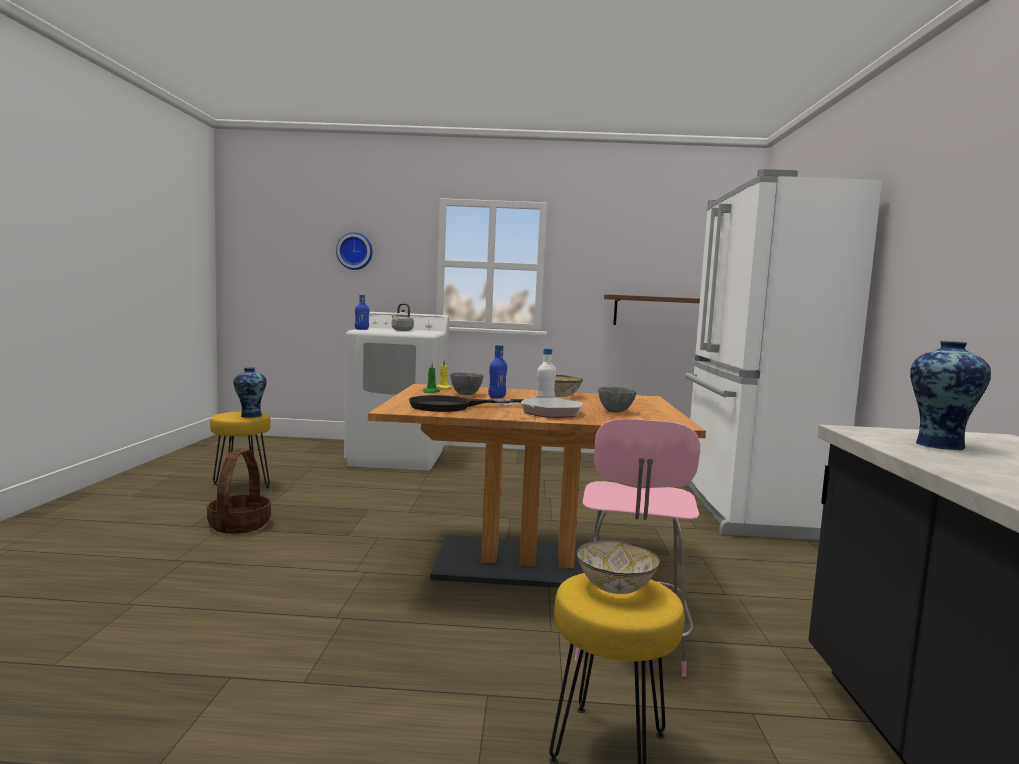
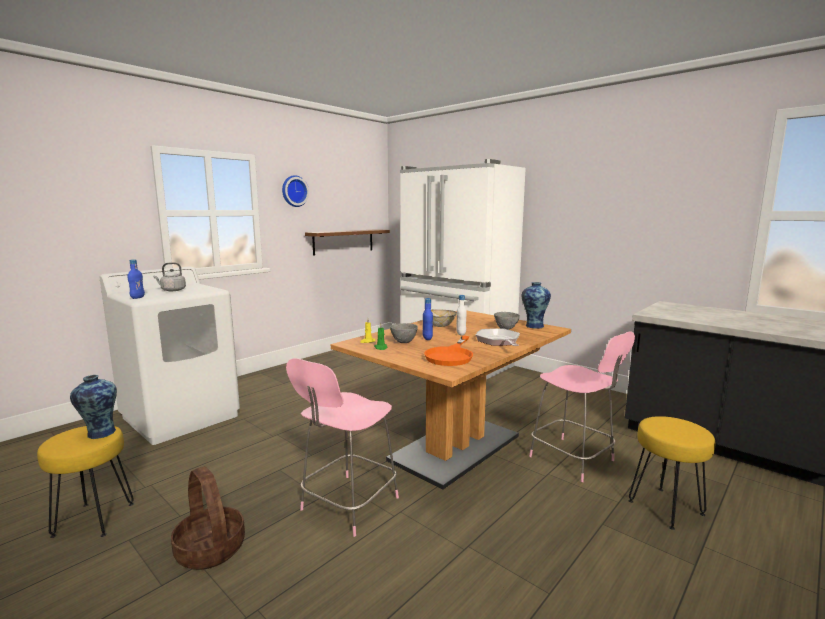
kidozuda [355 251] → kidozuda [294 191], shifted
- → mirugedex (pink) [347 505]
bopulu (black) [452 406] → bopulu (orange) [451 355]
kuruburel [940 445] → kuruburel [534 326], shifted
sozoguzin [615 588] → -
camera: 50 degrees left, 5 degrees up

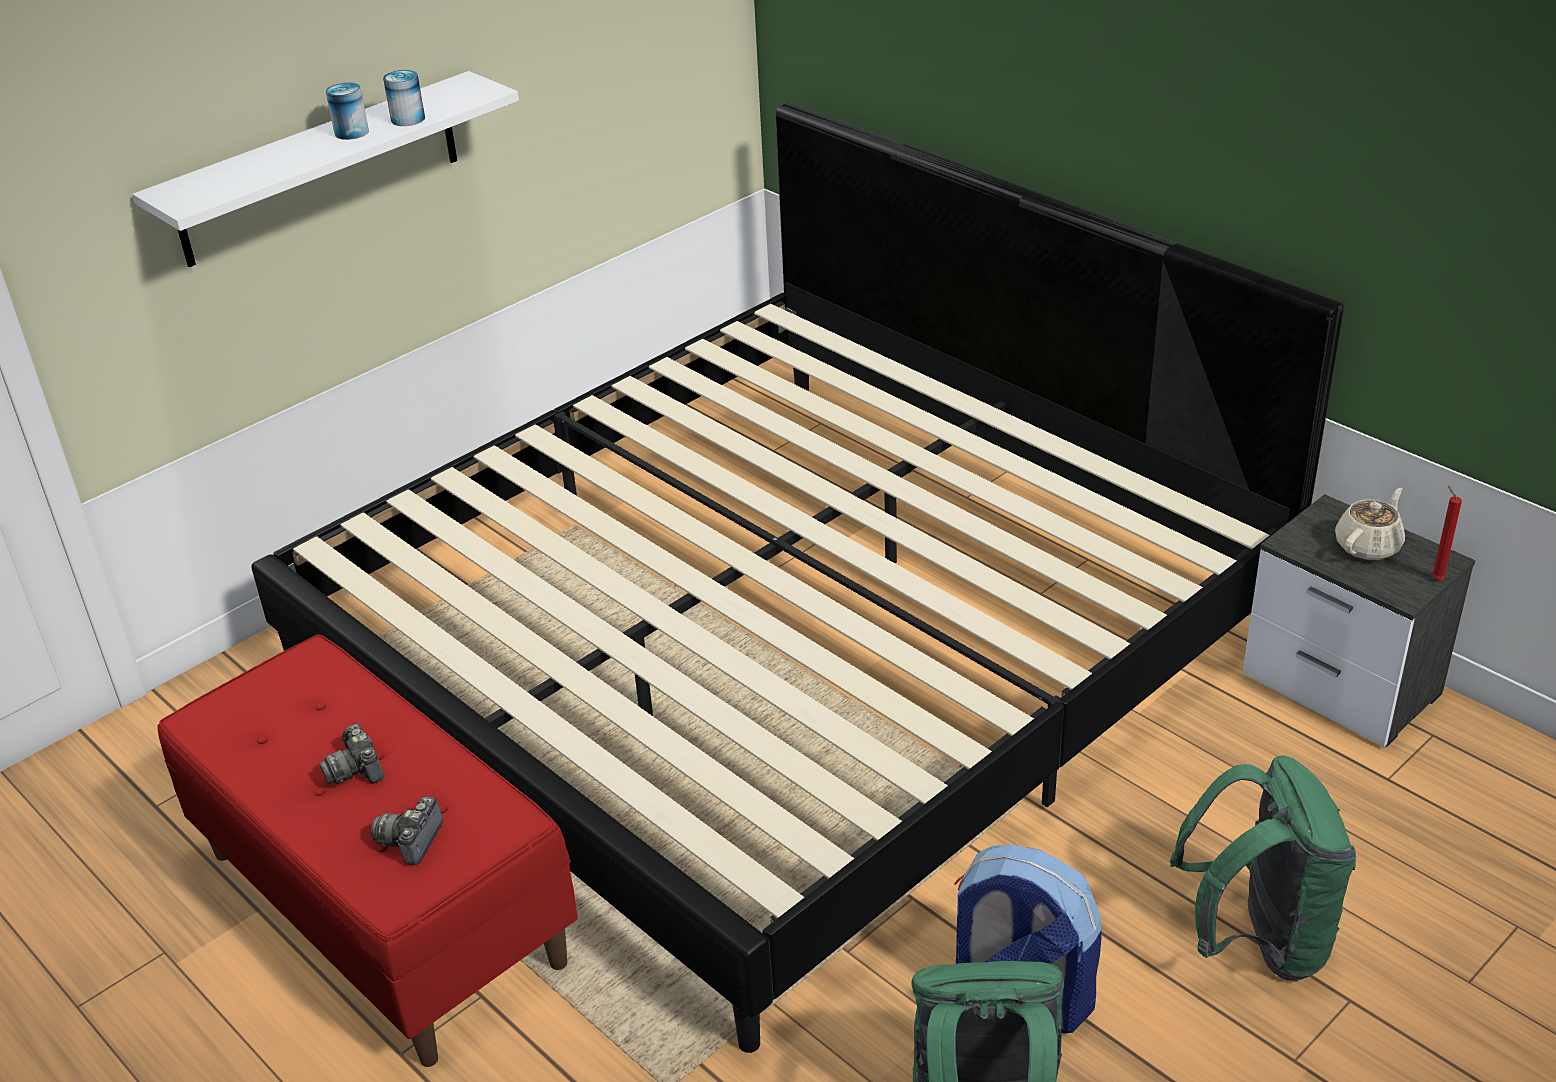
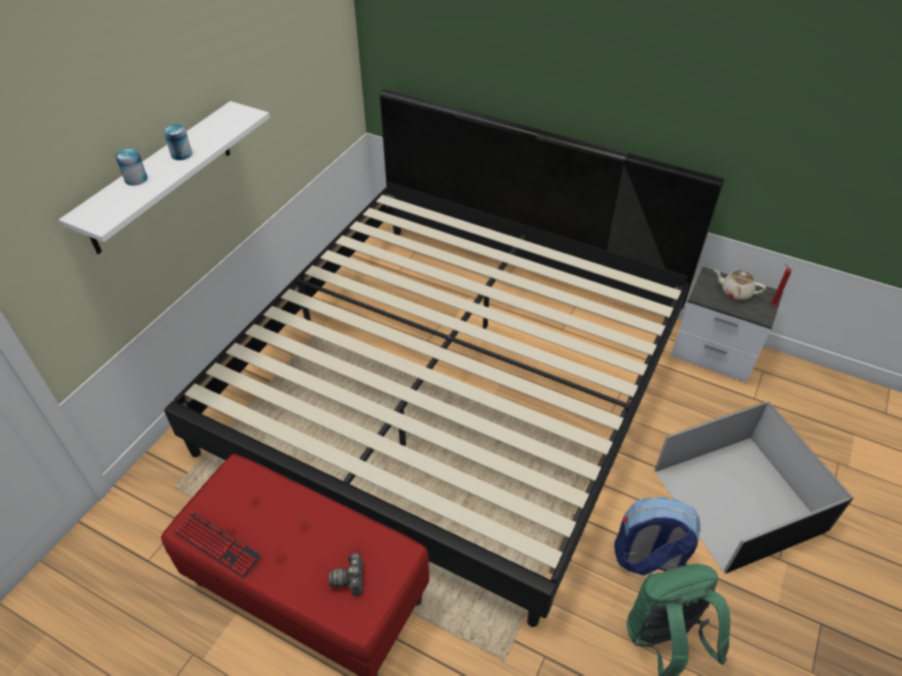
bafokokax [408 119] → bafokokax [136 179], shifted
- → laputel [218 545]
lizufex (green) [1257 940] → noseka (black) [737 498]
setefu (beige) [1368 546] → setefu (beige) [735 292], 90 degrees counterclockwise
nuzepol [356 769] → -
camera: 20 degrees left, 10 degrees up

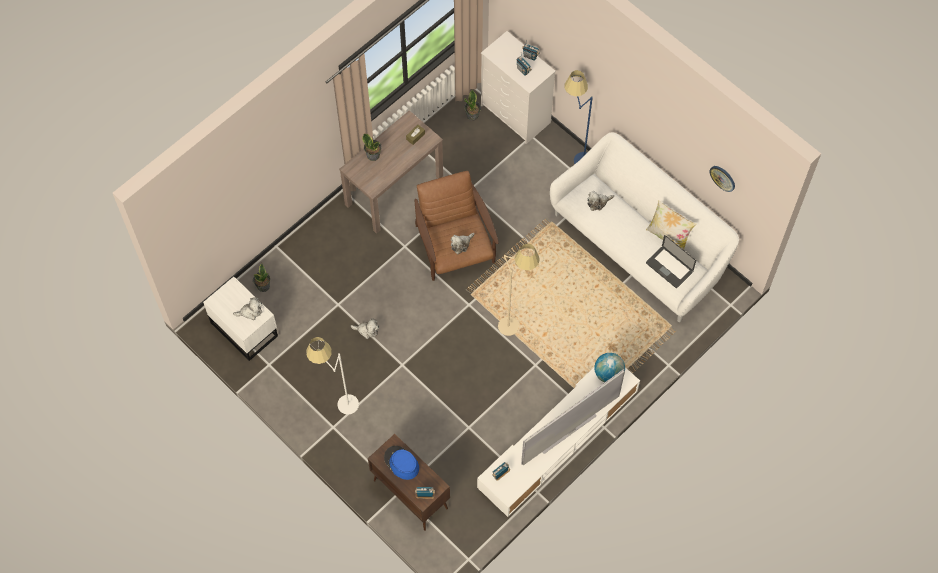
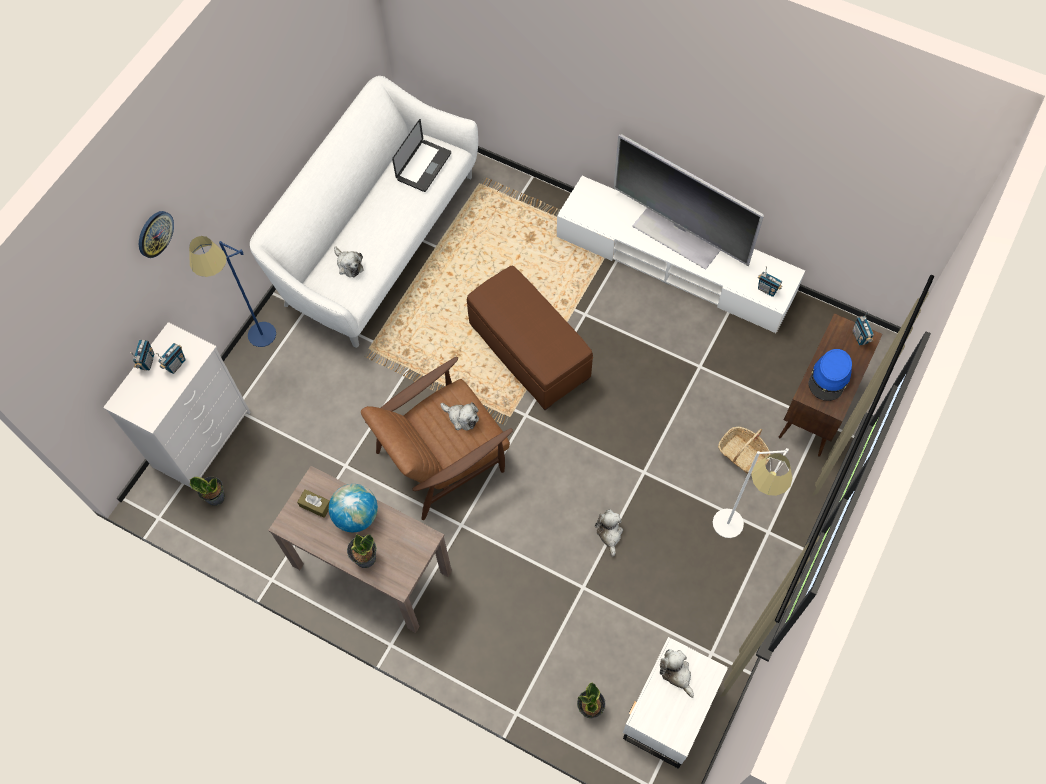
kidozuda [722 178] → kidozuda [155 233], shifted
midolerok [608 373] → midolerok [356 516], shifted
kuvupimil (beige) [515 320] → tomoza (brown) [530 352]
- → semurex [742 454]
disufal [668 237] → -
camera: 105 degrees left, 0 degrees up

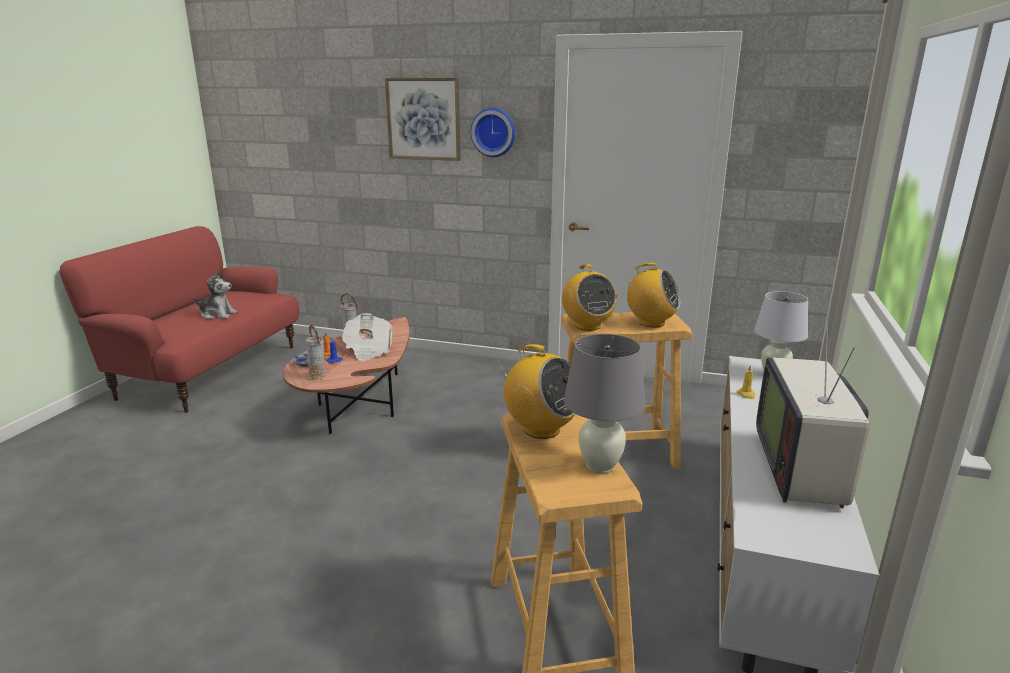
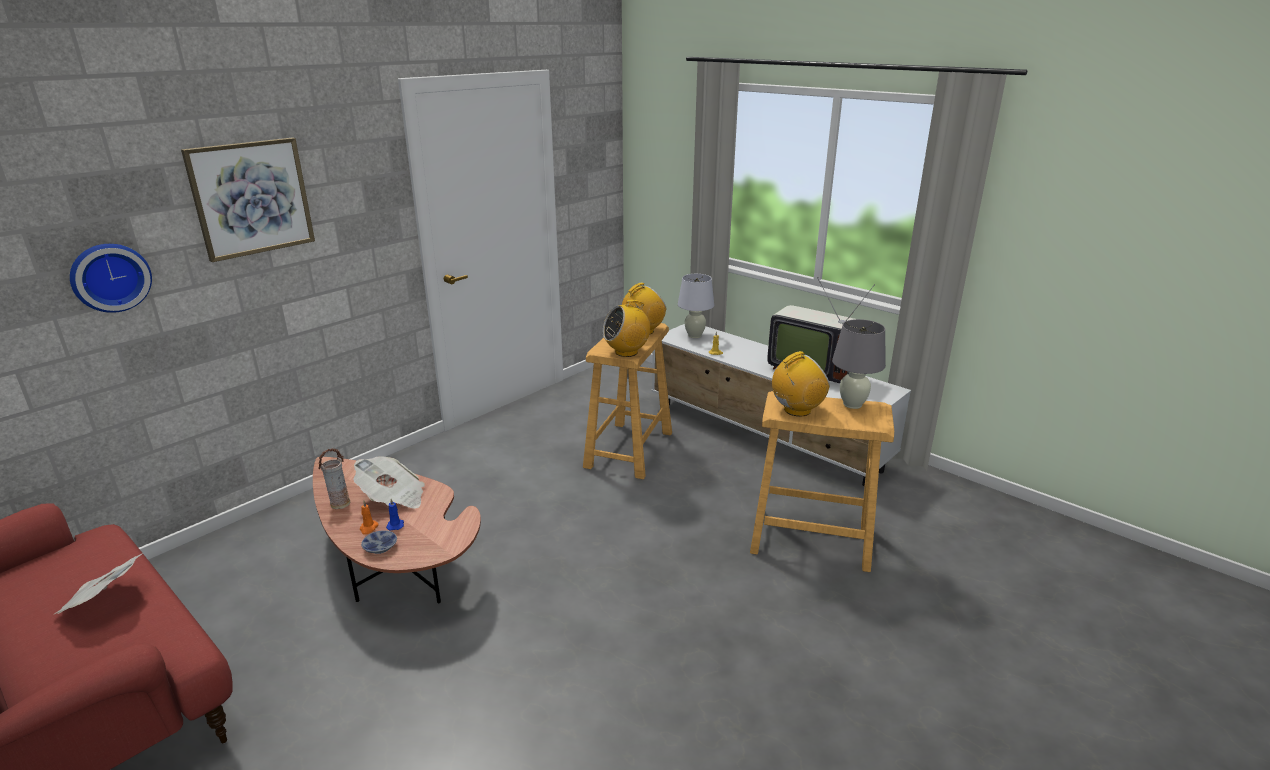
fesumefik [217 314] → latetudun [105 601]
kidozuda [494 132] → kidozuda [110 277], shifted
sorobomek [587 326] → sorobomek [626 352], 150 degrees clockwise
kuruburel [318 377] → -
camera: 65 degrees left, 5 degrees up

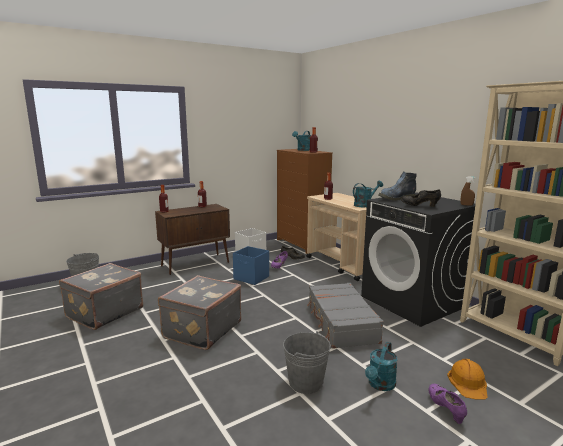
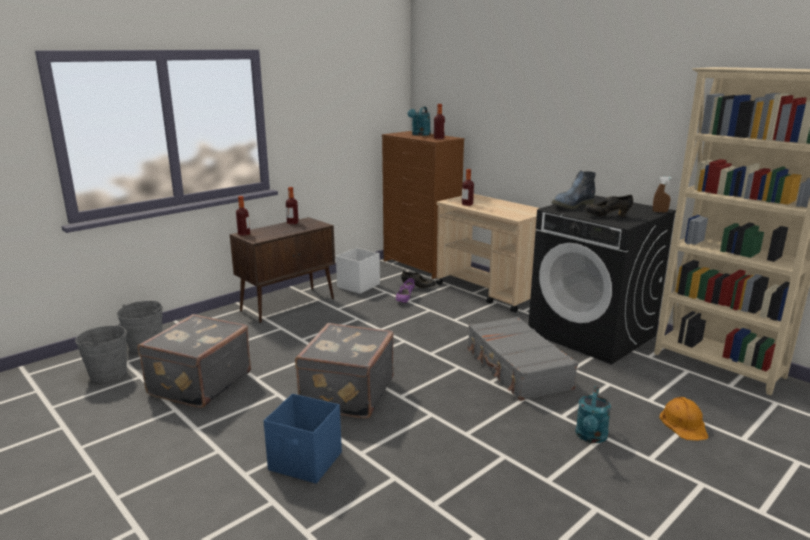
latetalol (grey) [306 382] → latetalol (grey) [108 374], shifted
noseka (blue) [251 278] → noseka (blue) [306 462], shifted
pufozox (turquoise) [365 205] → -
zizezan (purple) [446 409] → -
camera: 10 degrees left, 5 degrees up

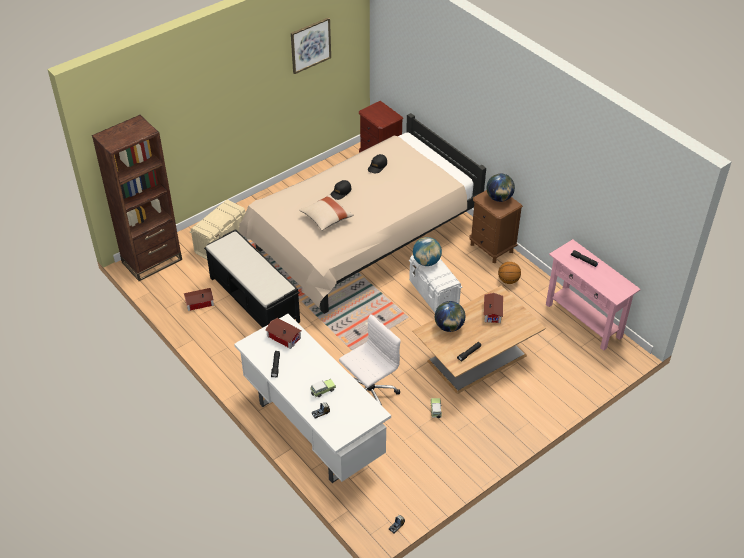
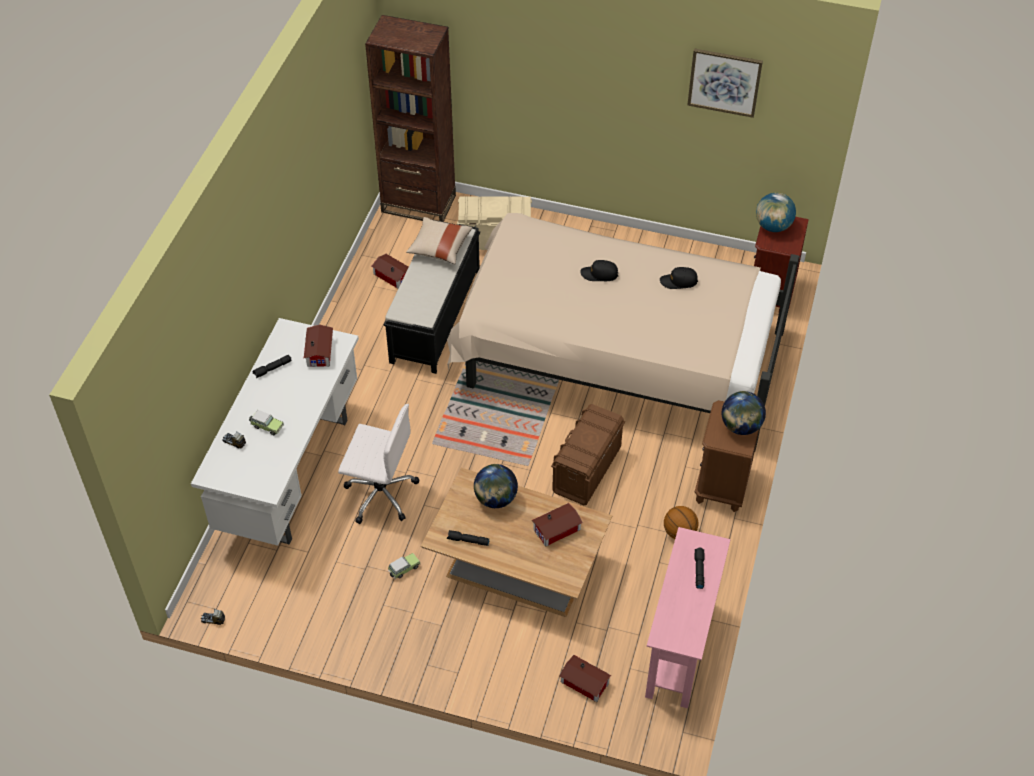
disufal (beige) [326 218] → disufal (beige) [439 248], shifted
noseka (white) [433 294] → noseka (brown) [586 470]
- → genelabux [585 684]
midolerok [426 262] → midolerok [773 226], shifted
camera: 55 degrees right, 5 degrees up

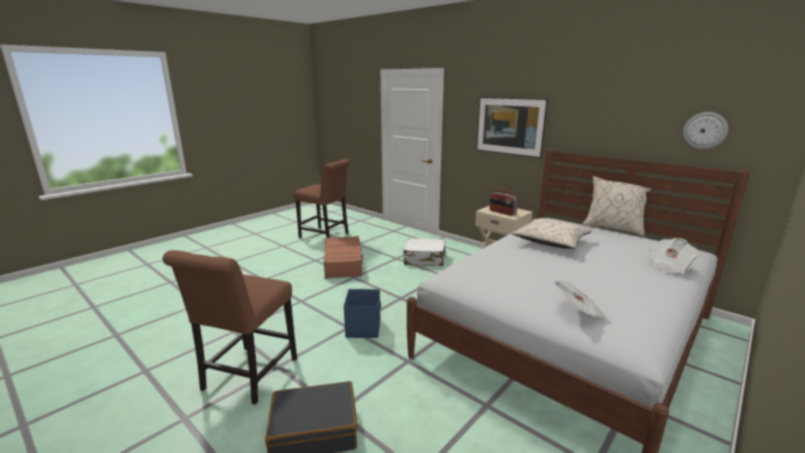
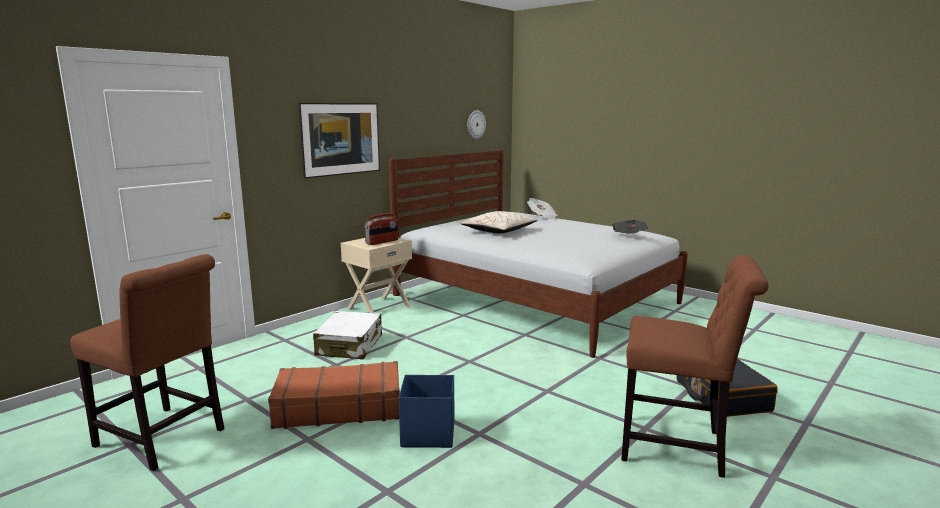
mirugedex (brown) [326 236] → mirugedex (brown) [164 440], 90 degrees clockwise
noseka (blue) [363 328] → noseka (blue) [427 434], shifted
disufal (beige) [613 228] → -
camera: 90 degrees left, 5 degrees down

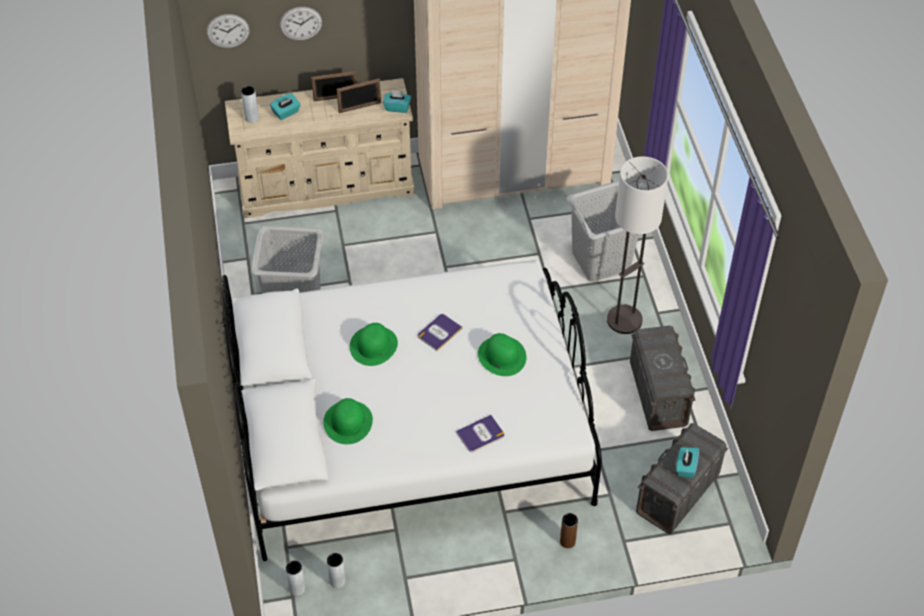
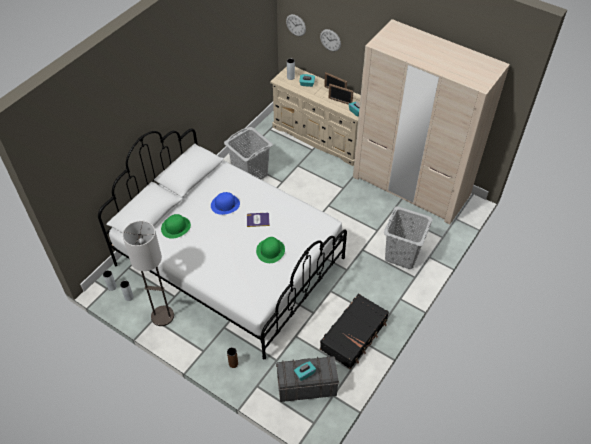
kuvupimil [624 320] → kuvupimil [162 316], shifted
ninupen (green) [373 346] → ninupen (blue) [225 204]
noseka (grey) [658 394] → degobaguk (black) [354 335]
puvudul [480 434] → -
camera: 45 degrees right, 0 degrees up

